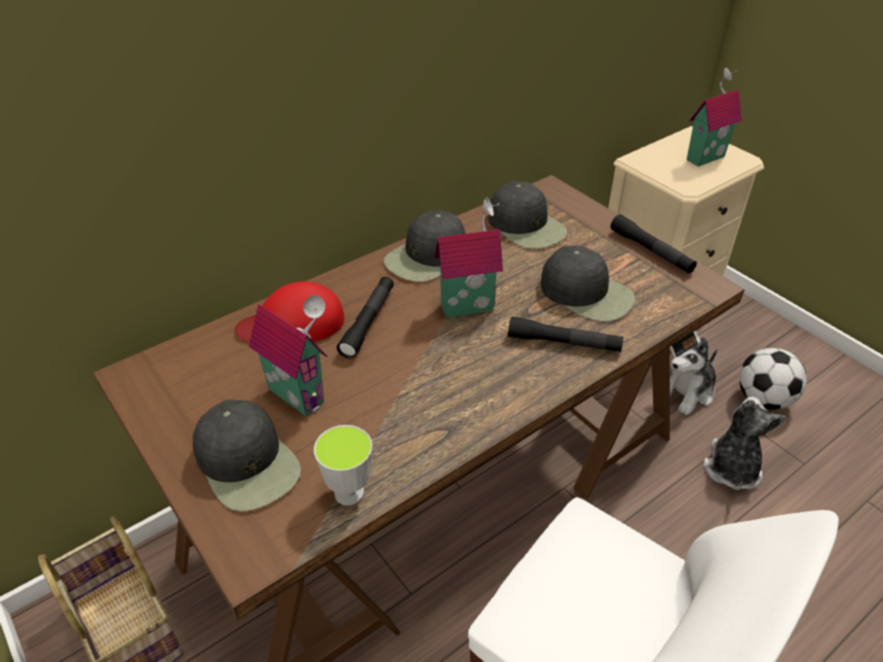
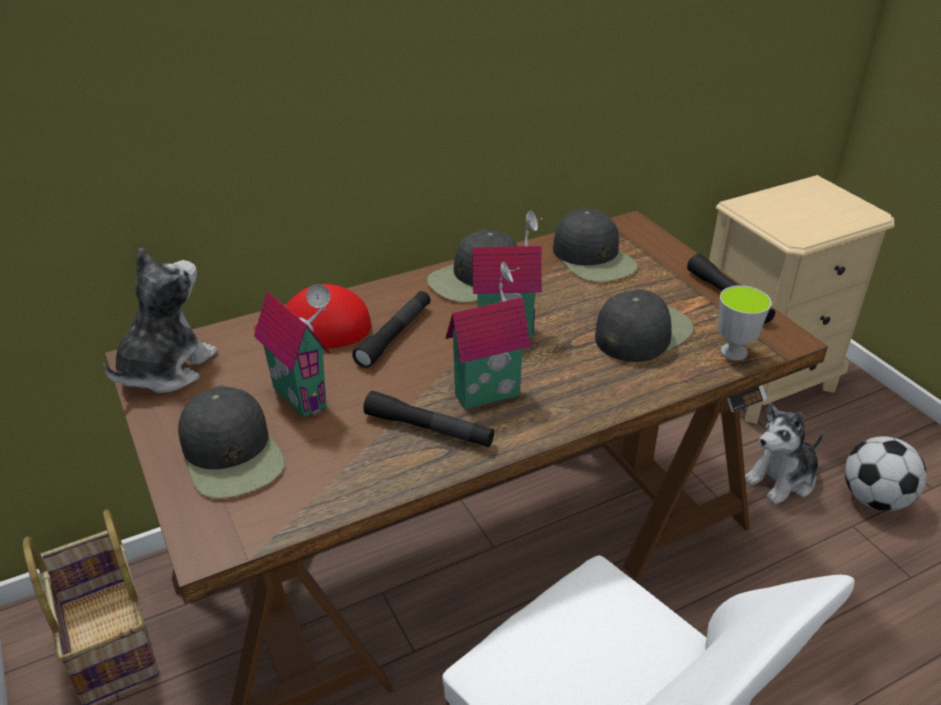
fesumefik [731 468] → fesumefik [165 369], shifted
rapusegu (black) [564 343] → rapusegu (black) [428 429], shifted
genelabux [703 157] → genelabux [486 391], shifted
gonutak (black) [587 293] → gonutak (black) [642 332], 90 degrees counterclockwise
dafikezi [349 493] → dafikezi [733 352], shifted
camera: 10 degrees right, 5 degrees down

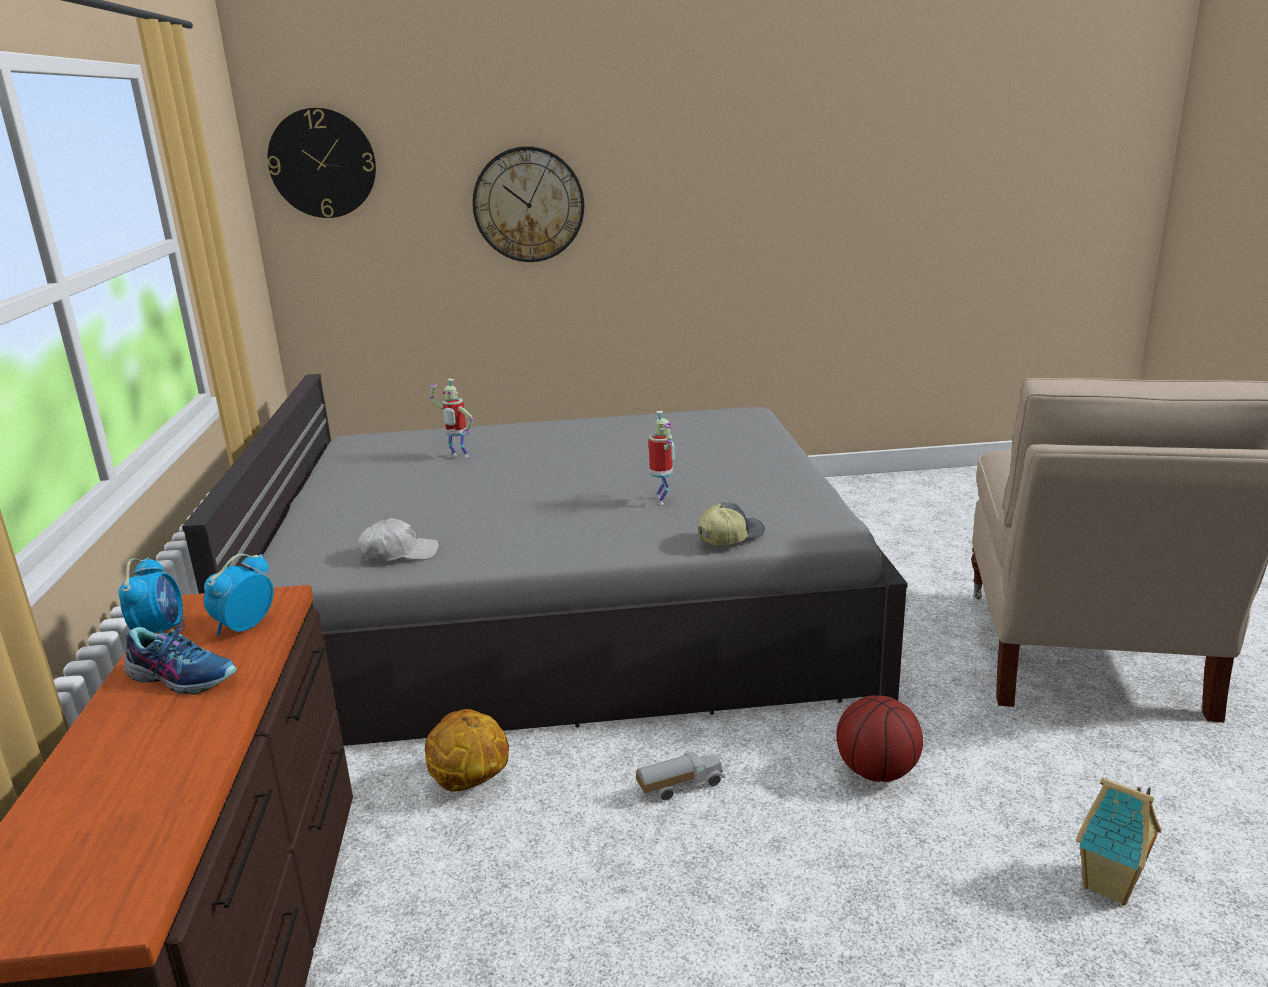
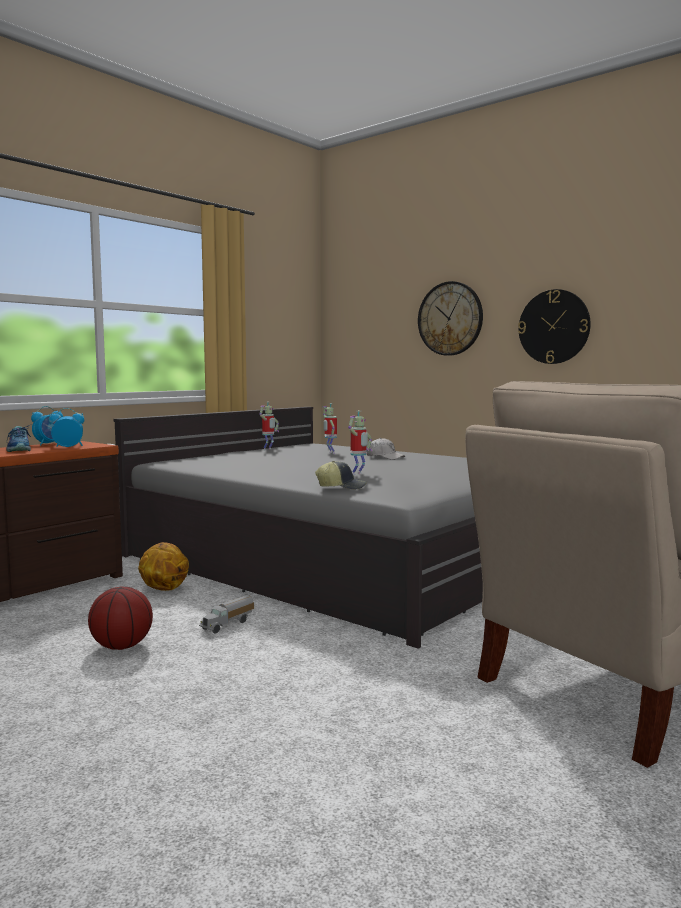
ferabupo [877 772] → ferabupo [121 647], shifted
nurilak [680 786] → nurilak [228 625], 105 degrees clockwise
- → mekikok [268 449]
gonutak (white) [399 554] → gonutak (white) [385 457], shifted
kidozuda [322 163] → kidozuda [554 327], shifted
genelabux [1111 886] → -
camera: 45 degrees right, 15 degrees down

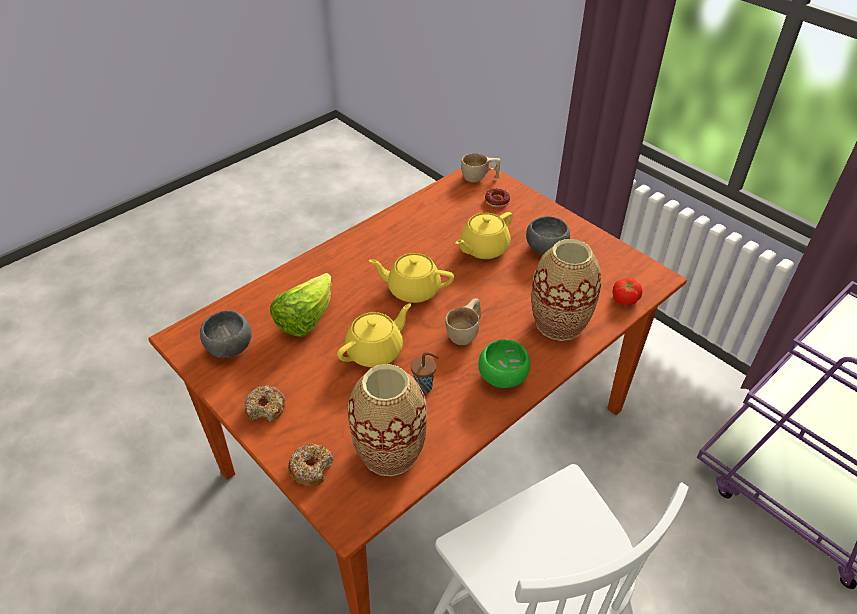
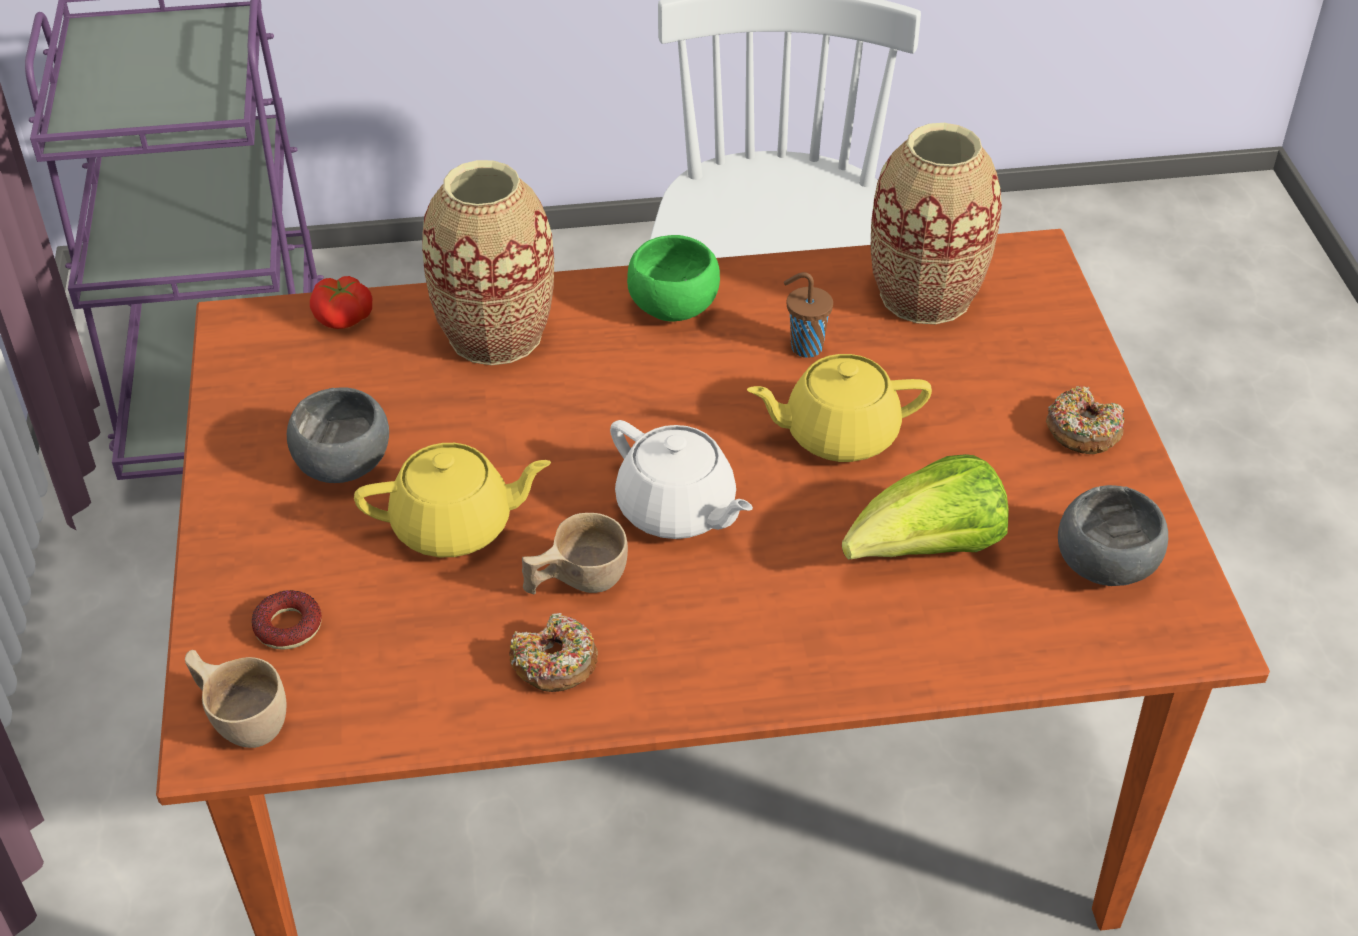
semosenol [311 468] → semosenol [554 664], shifted
dafikezi (beige) [466 332] → dafikezi (beige) [575 582], shifted
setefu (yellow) [413 289] → setefu (white) [677 510]
camera: 145 degrees left, 0 degrees up

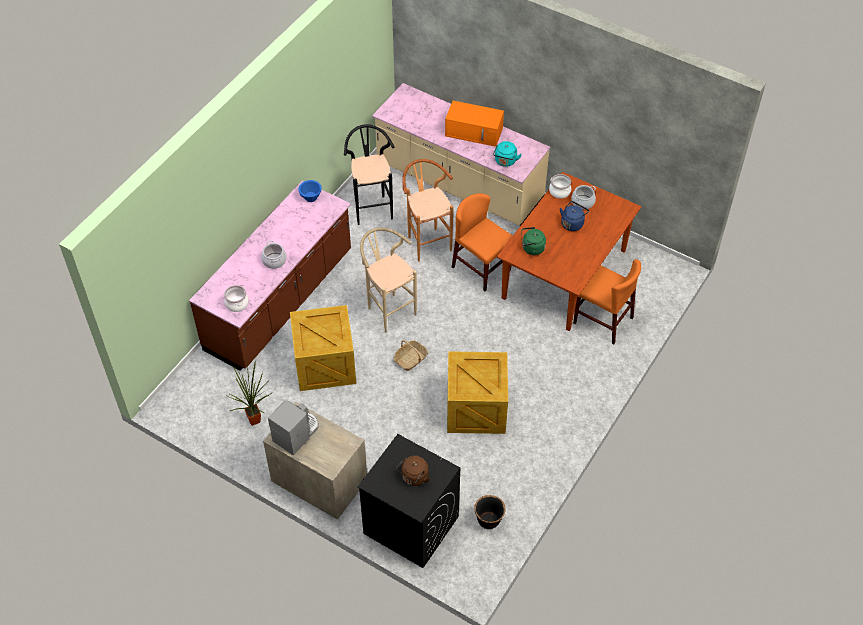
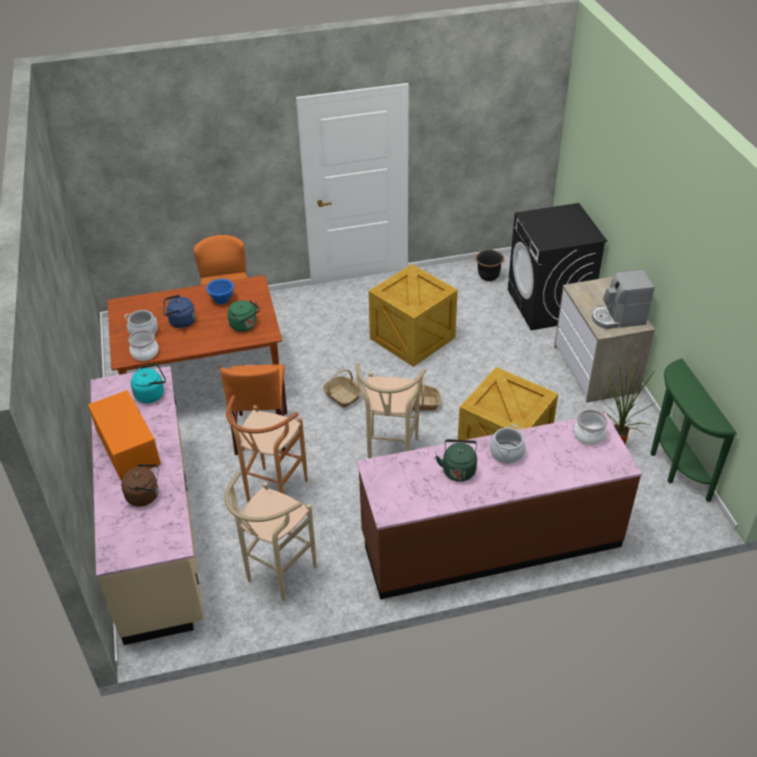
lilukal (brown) [414 478] → lilukal (brown) [145 495], shifted
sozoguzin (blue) [310 197] → sozoguzin (blue) [222 300], shifted
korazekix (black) [371 207] → korazekix (beige) [276 577]
- → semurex [342 396]
- → lilukal (green) [458 469]
- → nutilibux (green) [673 466]
camera: 135 degrees left, 10 degrees down

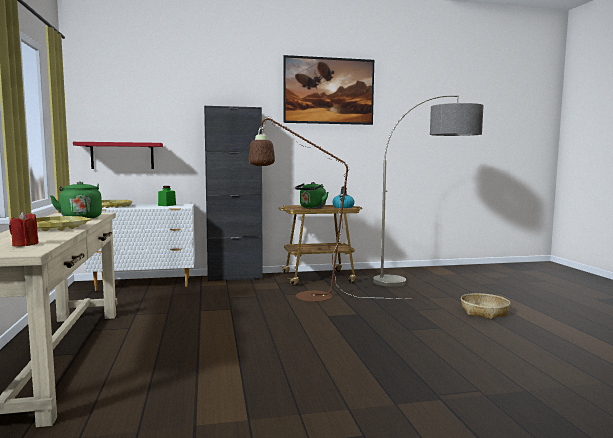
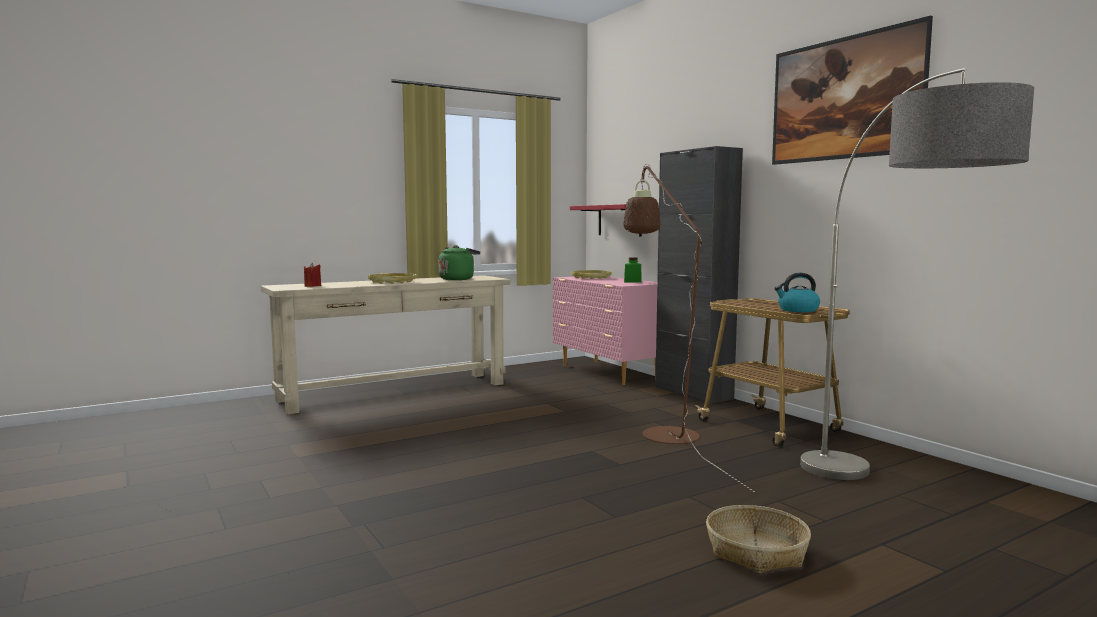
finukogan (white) [145 284] → finukogan (pink) [608 373]
lilukal (green) [311 207] → -
camera: 70 degrees right, 0 degrees up

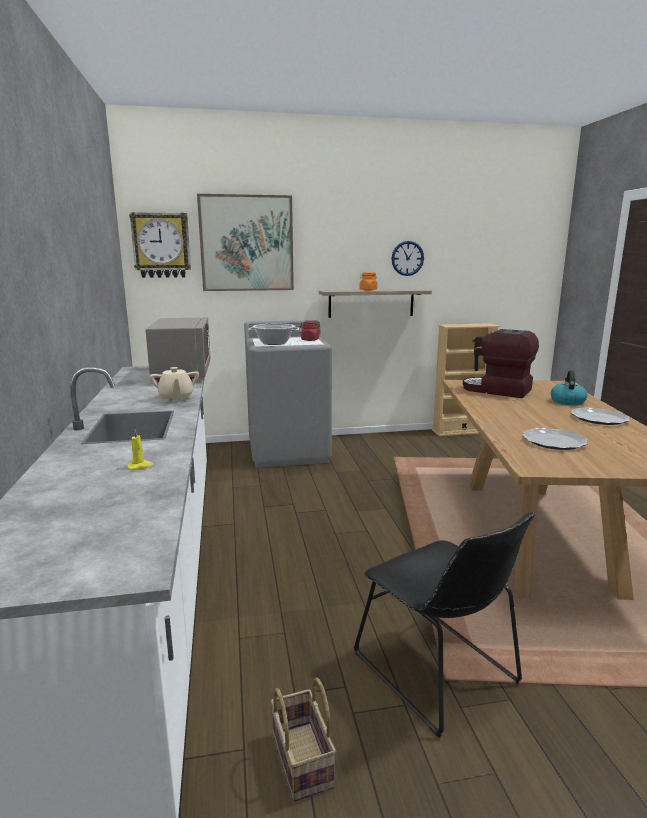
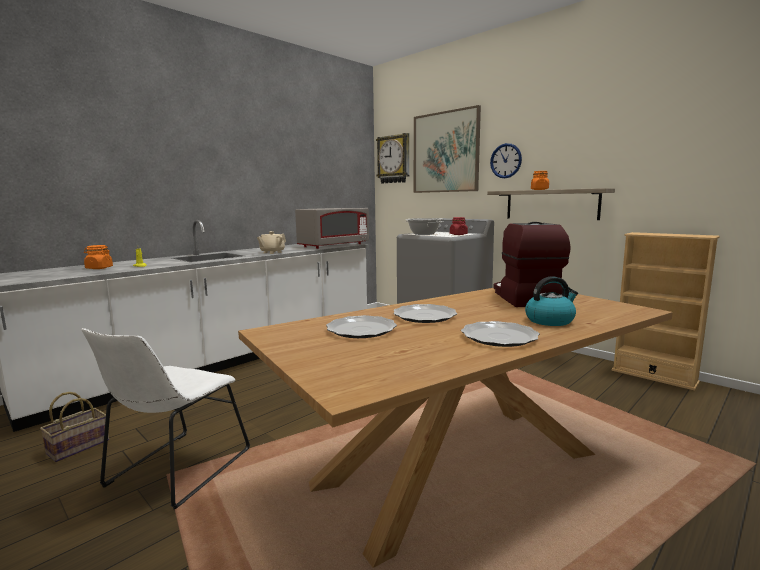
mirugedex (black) [439 672] → mirugedex (white) [175 470]
- → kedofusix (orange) [99 268]
- → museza [425 316]
kidozuda [407 258] → kidozuda [505 161], shifted
camera: 55 degrees right, 5 degrees down

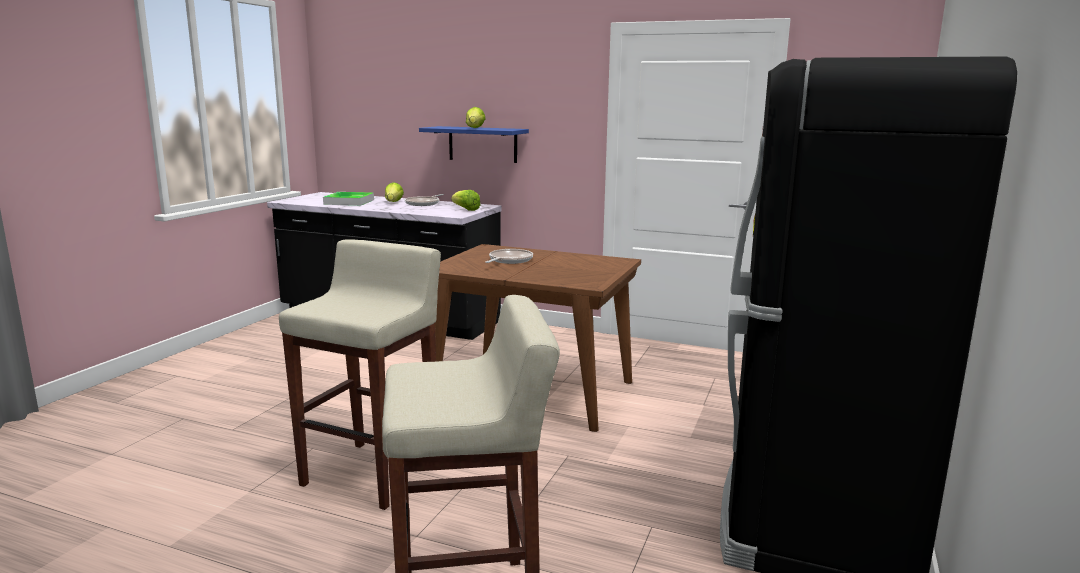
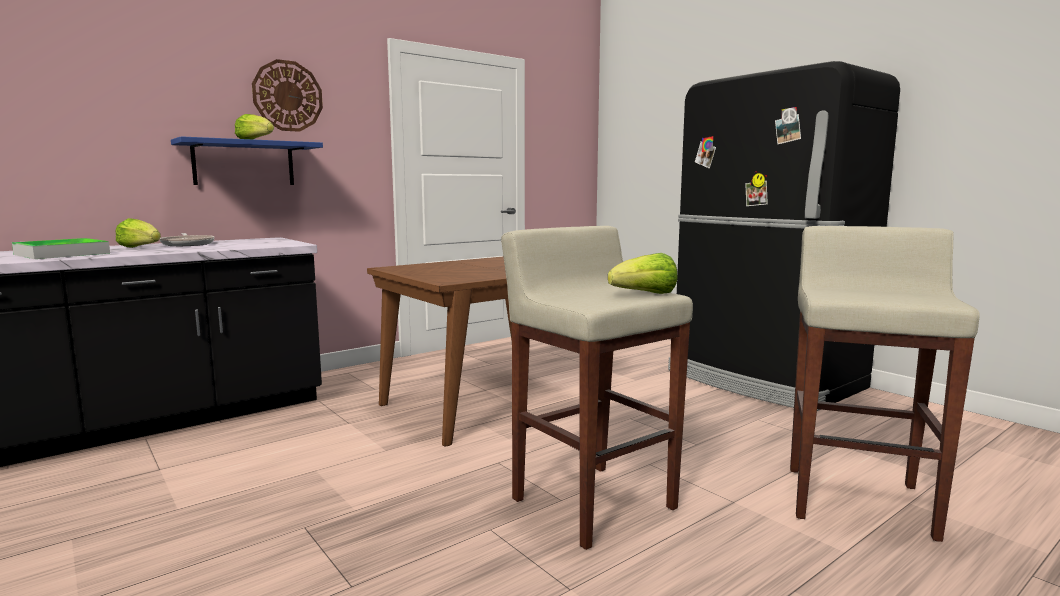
- → kidozuda [287 96]
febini [465 209] → febini [645 294], shifted
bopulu [509 260] → -
camera: 60 degrees left, 5 degrees down

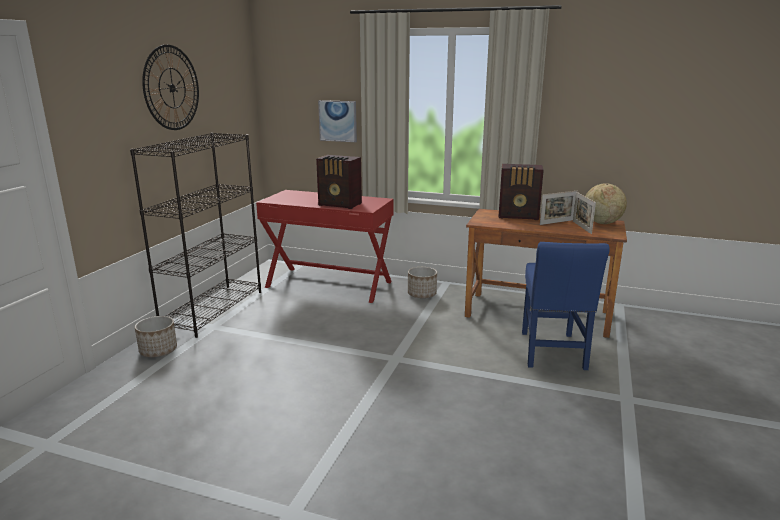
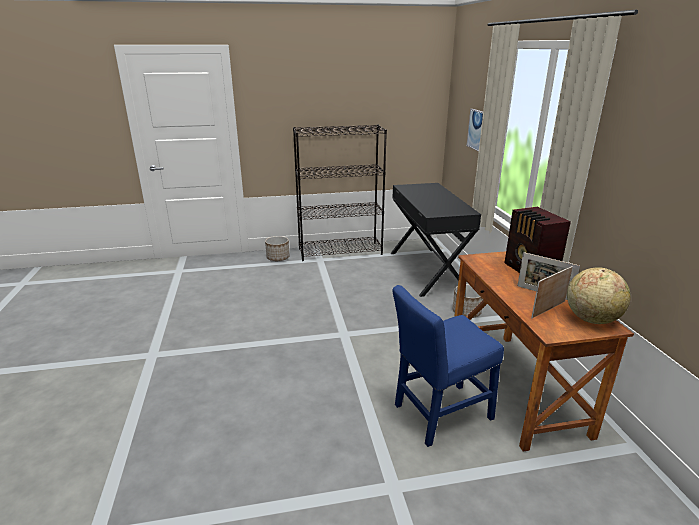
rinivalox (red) [329 284] → rinivalox (black) [428 270]
kidozuda [172 88] → -
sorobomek [340 205] → -
camera: 60 degrees right, 5 degrees up

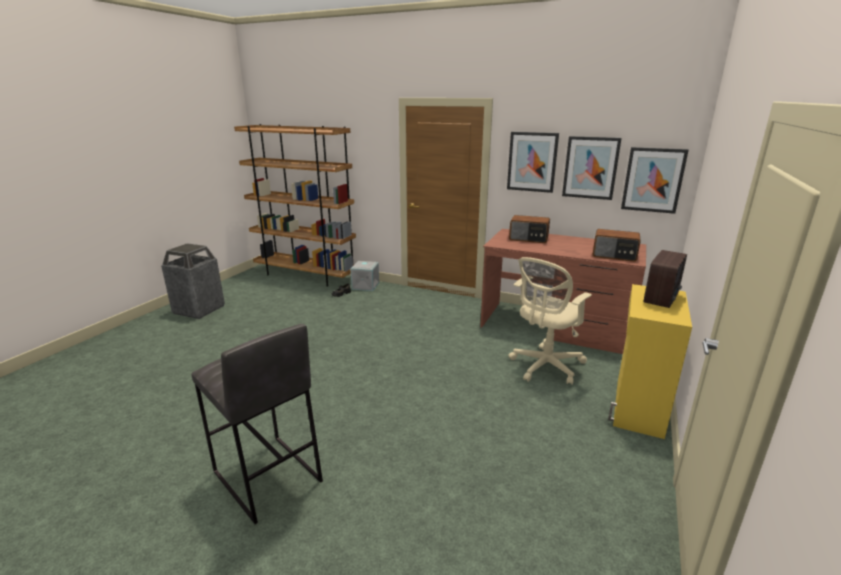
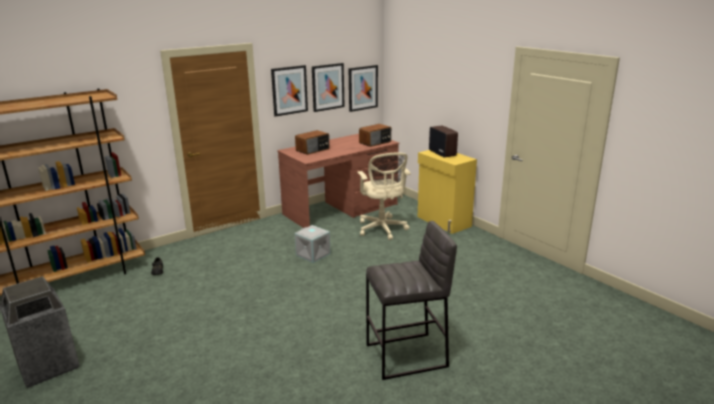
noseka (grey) [365 286] → noseka (grey) [312 254], shifted
camera: 60 degrees left, 0 degrees up

